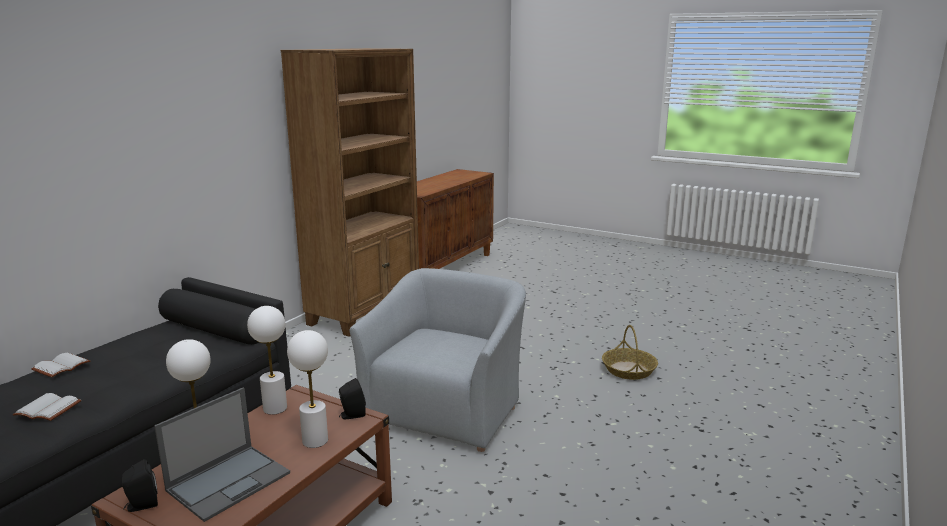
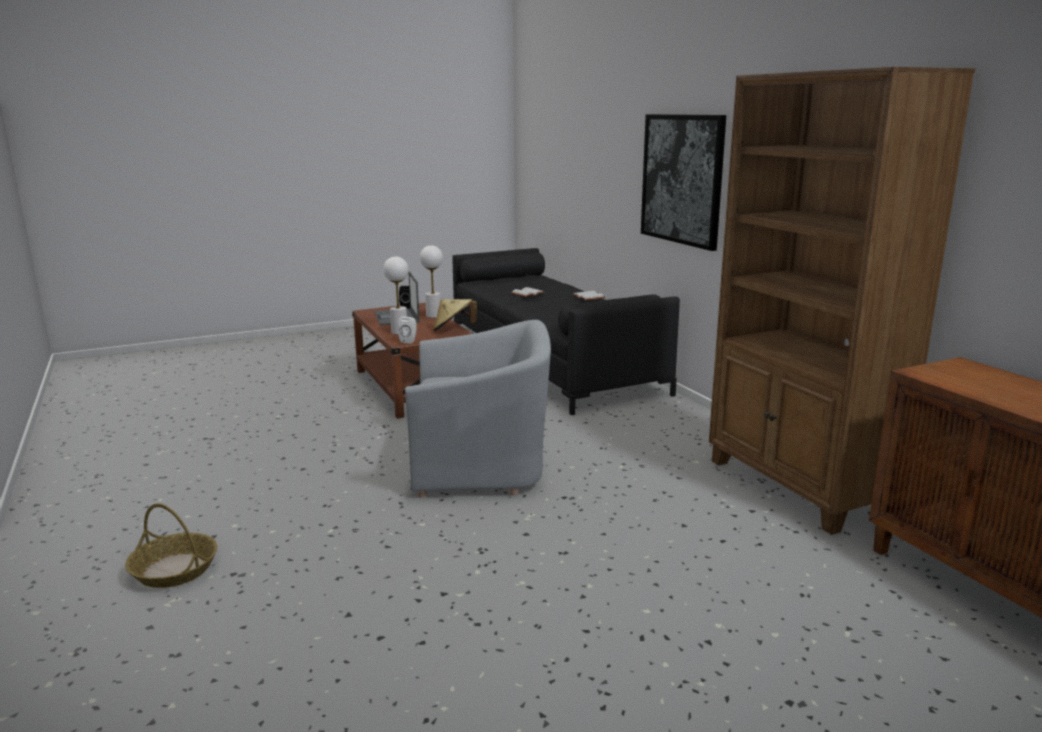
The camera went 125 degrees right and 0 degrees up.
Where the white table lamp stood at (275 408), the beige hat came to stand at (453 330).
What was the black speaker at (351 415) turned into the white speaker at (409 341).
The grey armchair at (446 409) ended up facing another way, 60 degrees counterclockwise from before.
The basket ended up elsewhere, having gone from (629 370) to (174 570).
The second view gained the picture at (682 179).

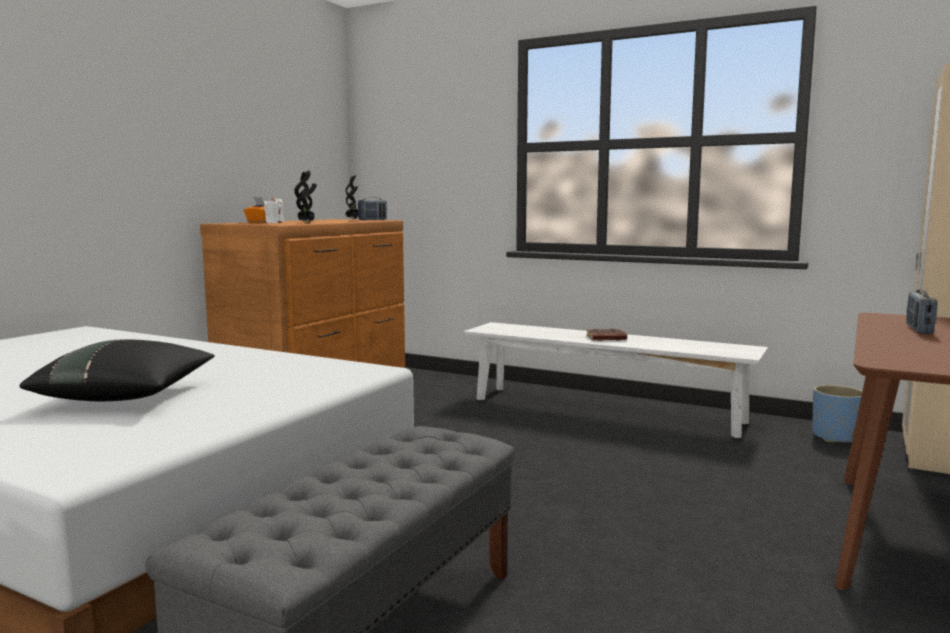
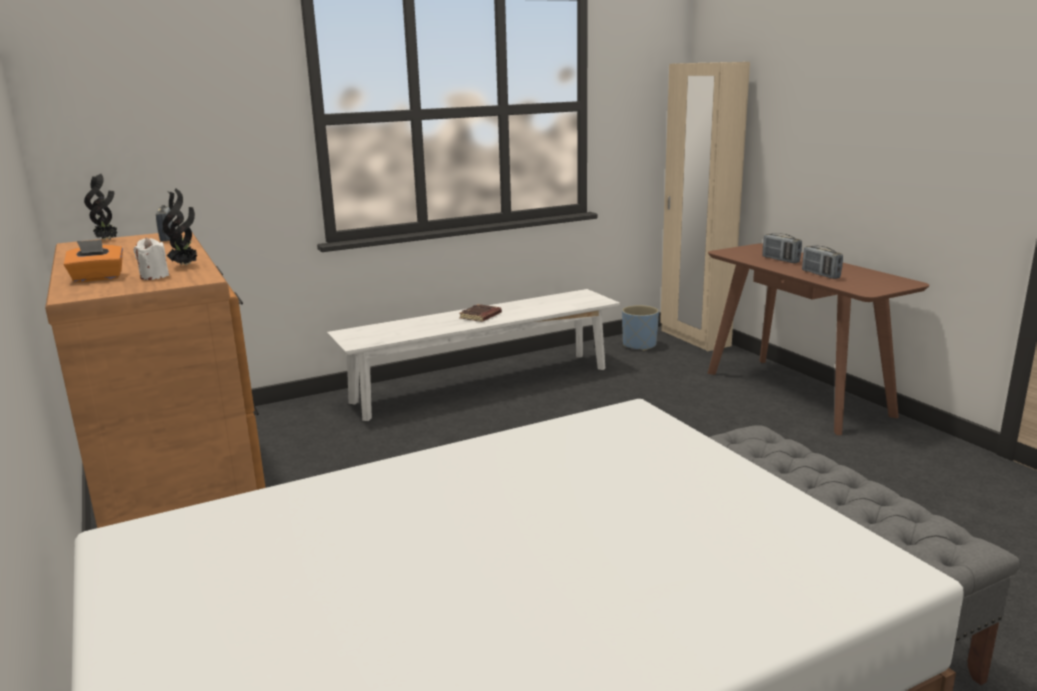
The camera went 55 degrees left and 10 degrees up.
The second view lost the black pillow at (128 396).
The second view gained the radio at (820 274).

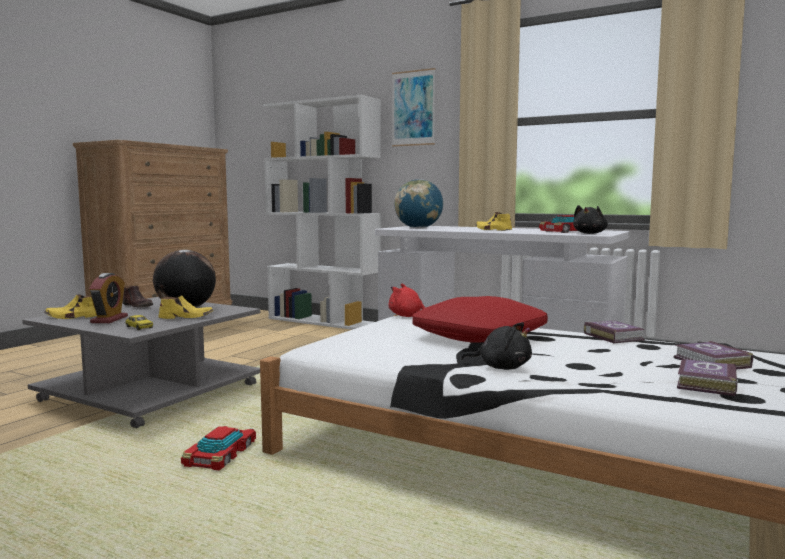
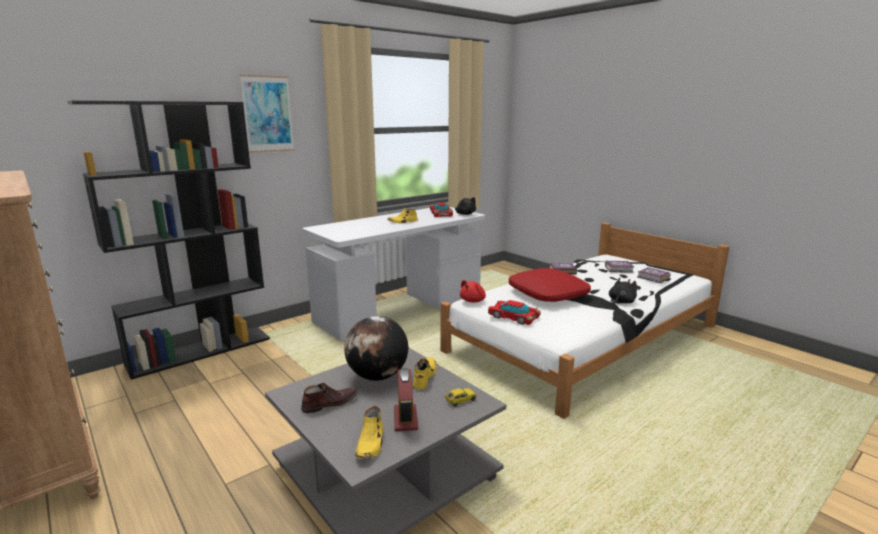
The camera went 70 degrees left and 10 degrees up.
The alarm clock at (109 319) ended up facing another way, 60 degrees clockwise from before.
The toy car ended up elsewhere, having gone from (221 455) to (513 317).
What was the white bookcase at (324 321) turned into the black bookcase at (201 350).
The second view lost the globe at (418 228).

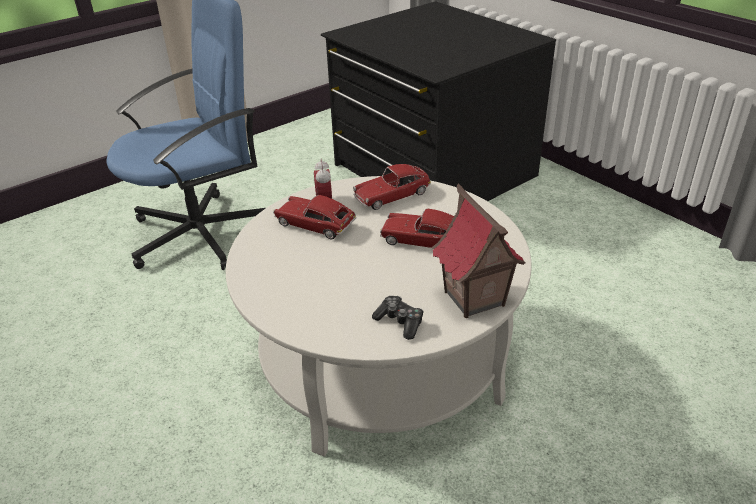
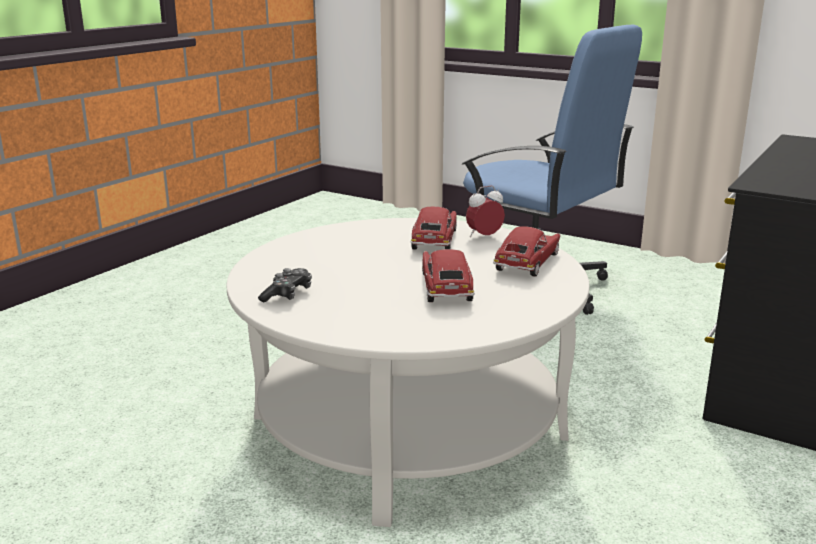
The camera went 70 degrees right and 15 degrees down.
The toy car at (392 195) ended up facing another way, 75 degrees clockwise from before.
The second view lost the toy house at (473 299).

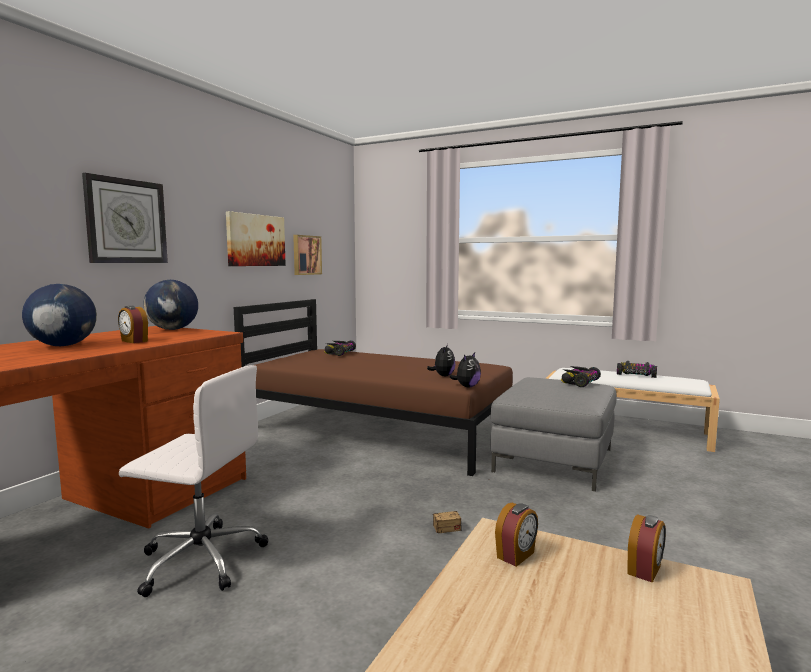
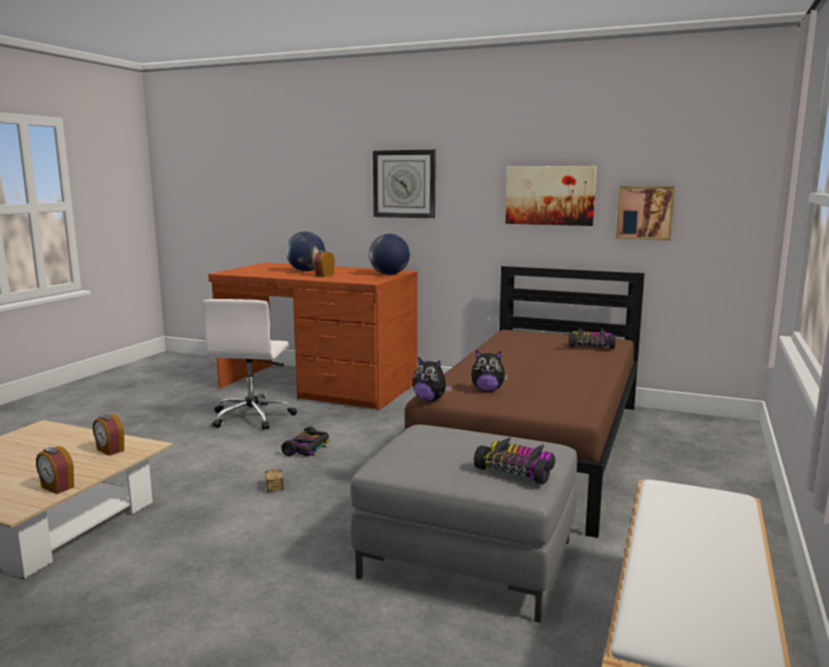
The camera went 85 degrees right and 5 degrees up.
The toy car ended up elsewhere, having gone from (636 374) to (307 449).

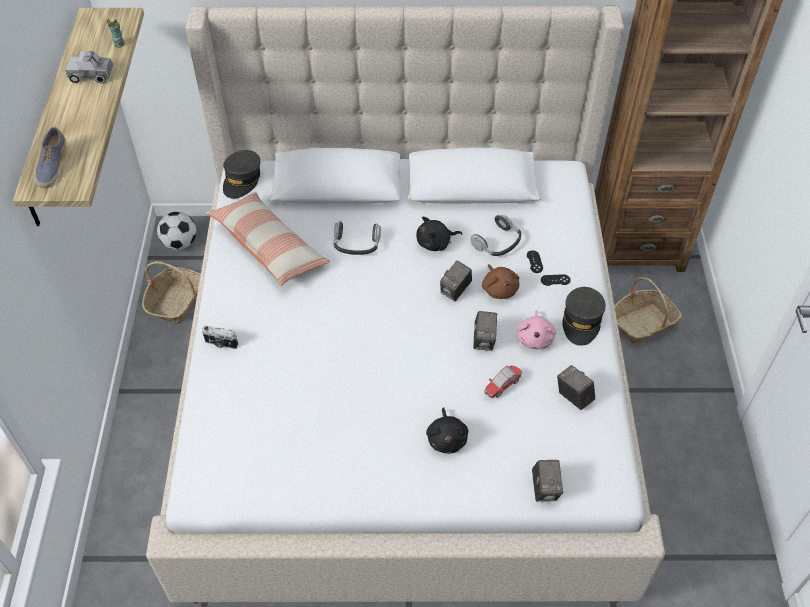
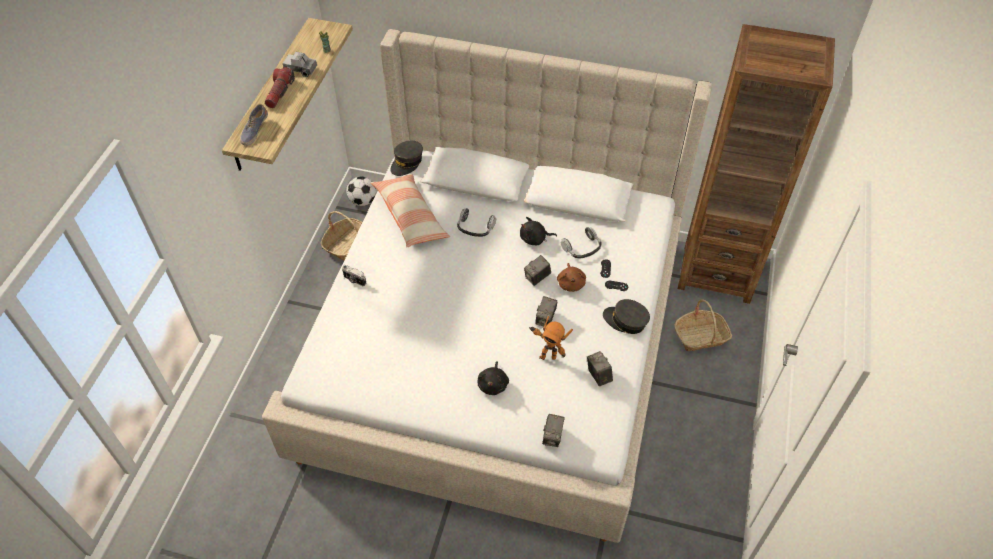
The camera went 15 degrees right and 0 degrees up.
Where the toy car stood at (502 386), the toy robot came to stand at (547 356).
The second view lost the pink plush toy at (535 338).
The grey cap at (582 321) ended up facing another way, 90 degrees clockwise from before.
The second view gained the flashlight at (280 93).

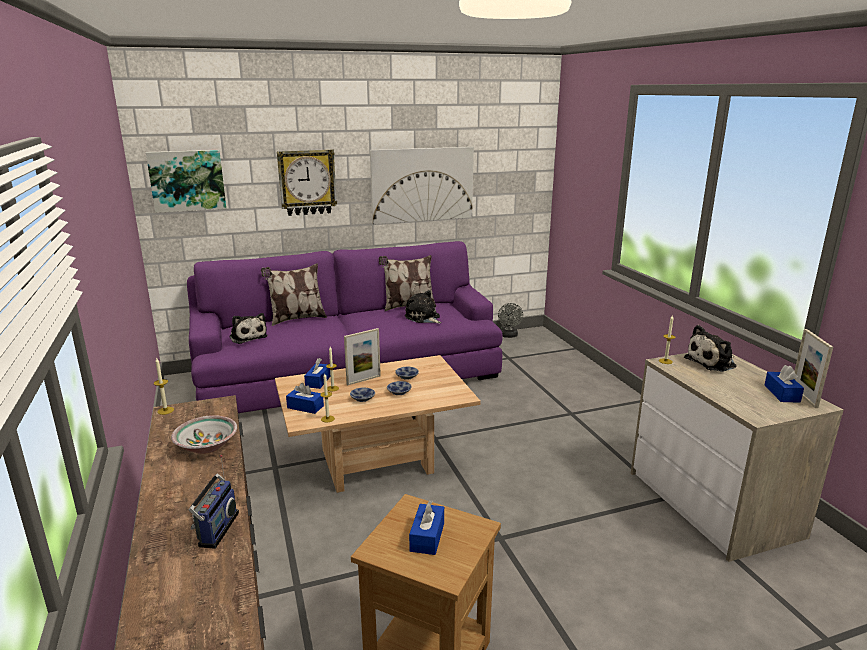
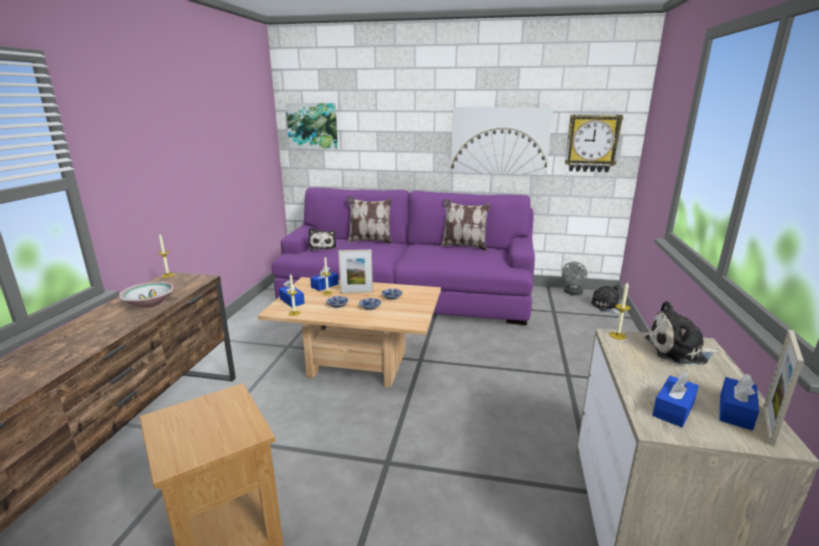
The camera went 30 degrees right and 0 degrees up.
The second view lost the radio at (216 529).
The wall clock ended up elsewhere, having gone from (307 182) to (592 143).
The plush toy ended up elsewhere, having gone from (423 318) to (607 307).
The blue tissue box ended up elsewhere, having gone from (427 537) to (673 409).

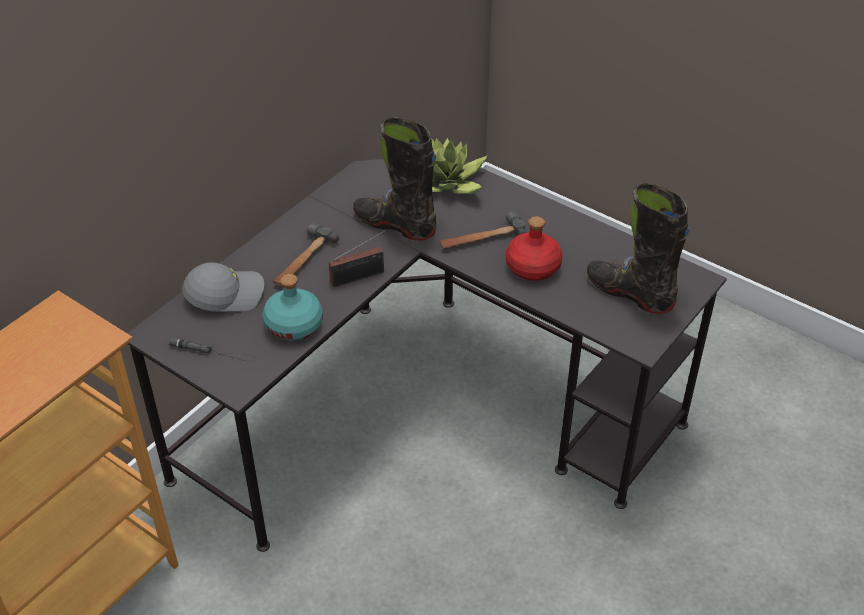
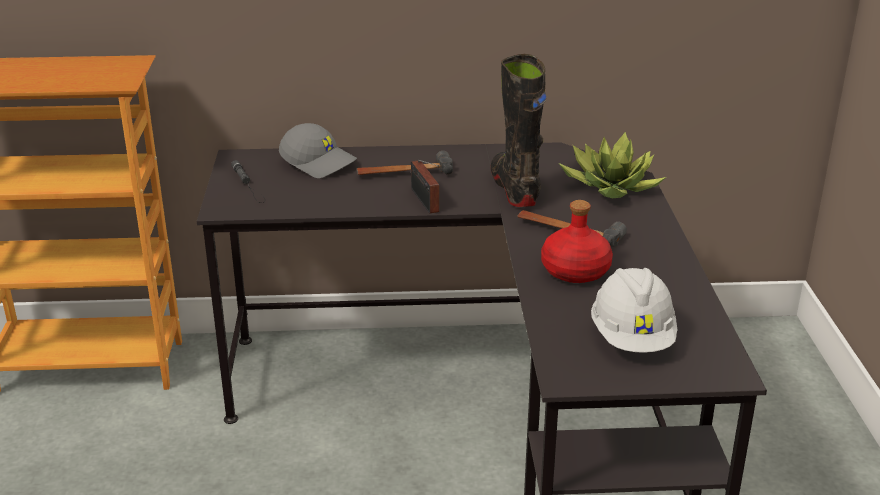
The camera went 50 degrees right and 15 degrees down.
The second view lost the turquoise bottle at (294 324).
The radio at (360 276) ended up facing another way, 45 degrees clockwise from before.
Where the black boot stood at (630 293), the white hard hat came to stand at (632 338).

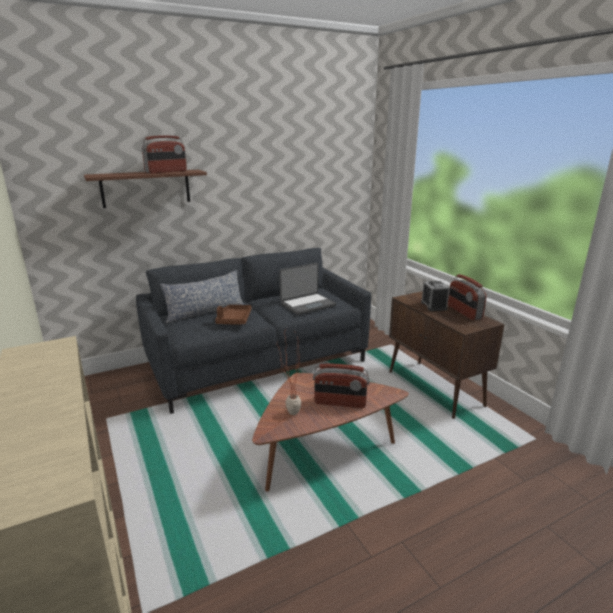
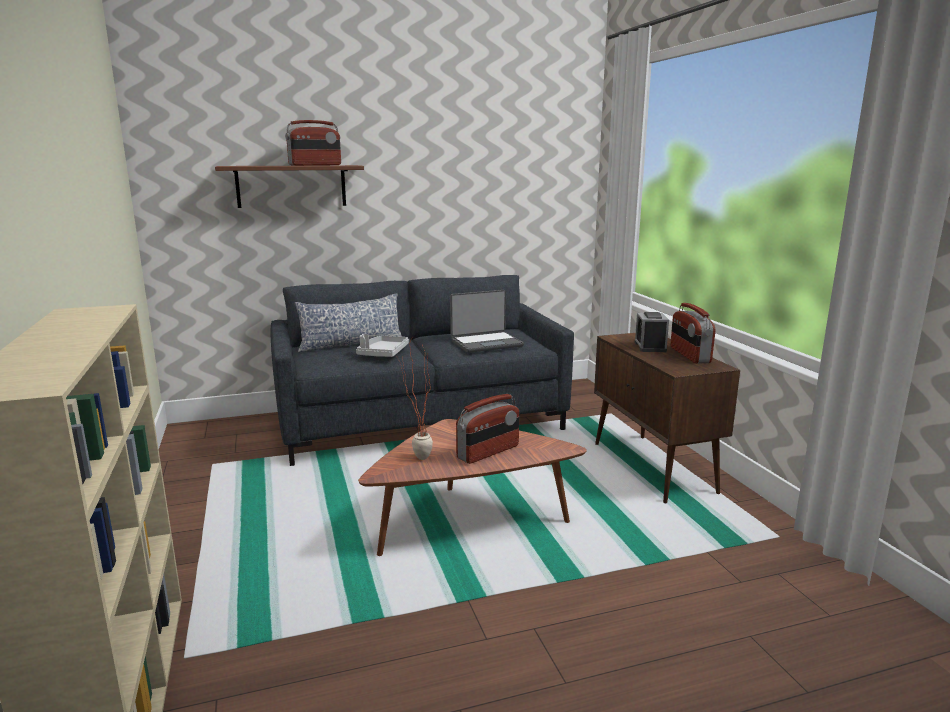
The camera went 10 degrees right and 5 degrees down.
What was the brown tray at (234 320) turned into the grey tray at (383 353).
The radio at (340 402) ended up facing another way, 60 degrees counterclockwise from before.

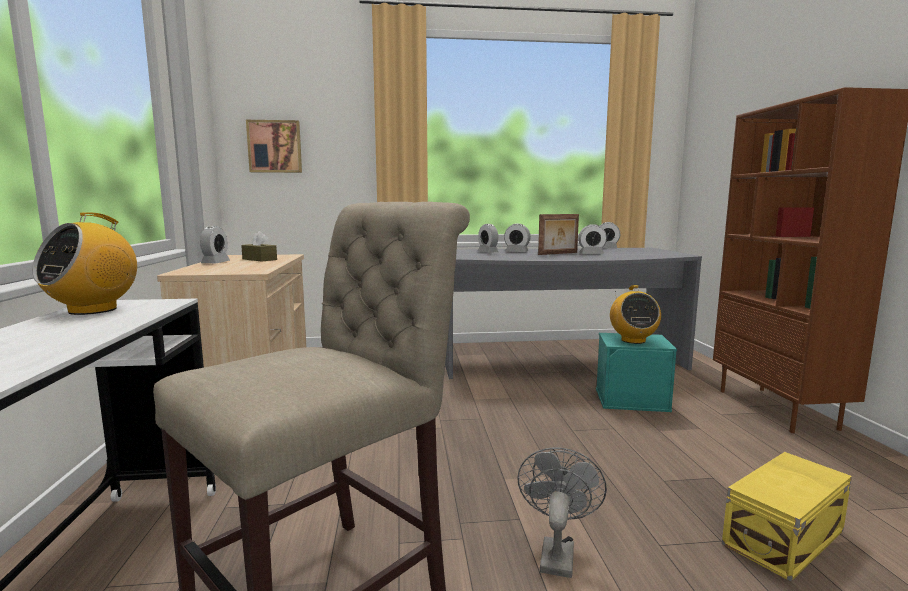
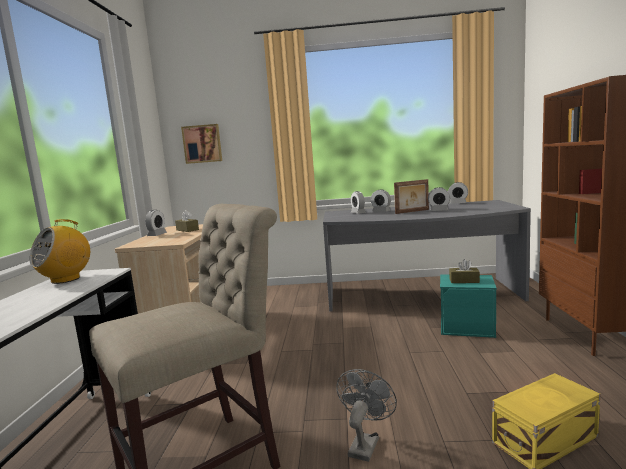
The camera went 10 degrees right and 0 degrees up.
Where the radio stood at (633 340), the brown tissue box came to stand at (464 281).

